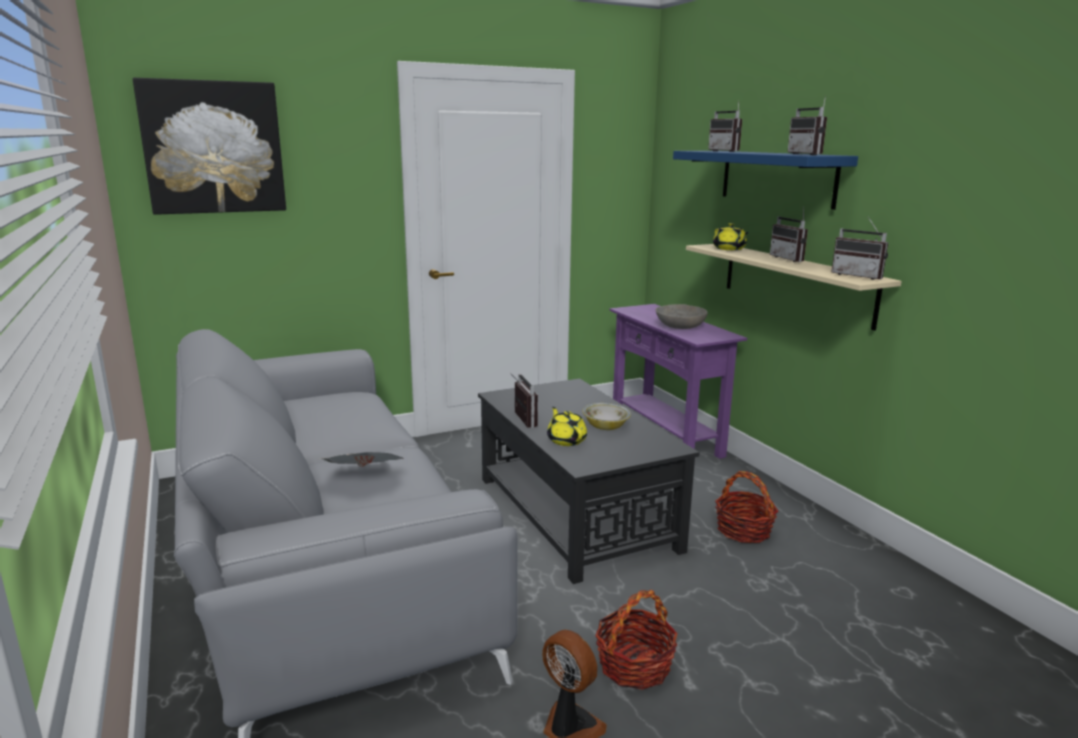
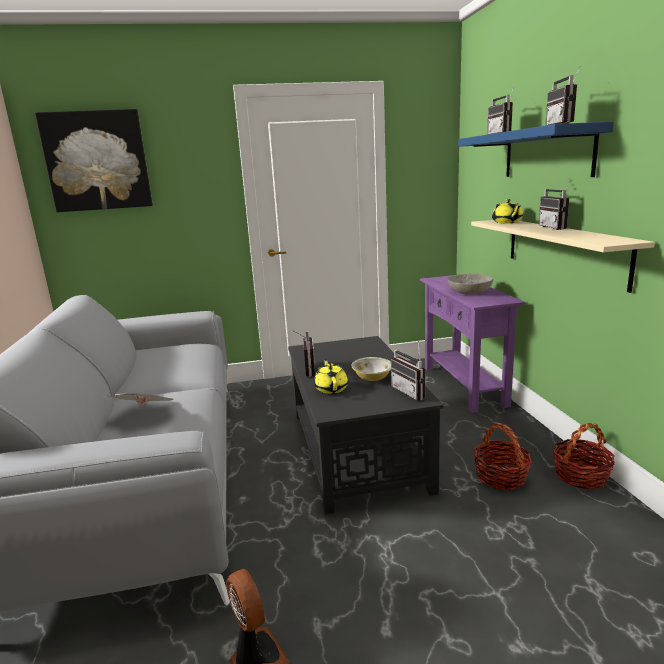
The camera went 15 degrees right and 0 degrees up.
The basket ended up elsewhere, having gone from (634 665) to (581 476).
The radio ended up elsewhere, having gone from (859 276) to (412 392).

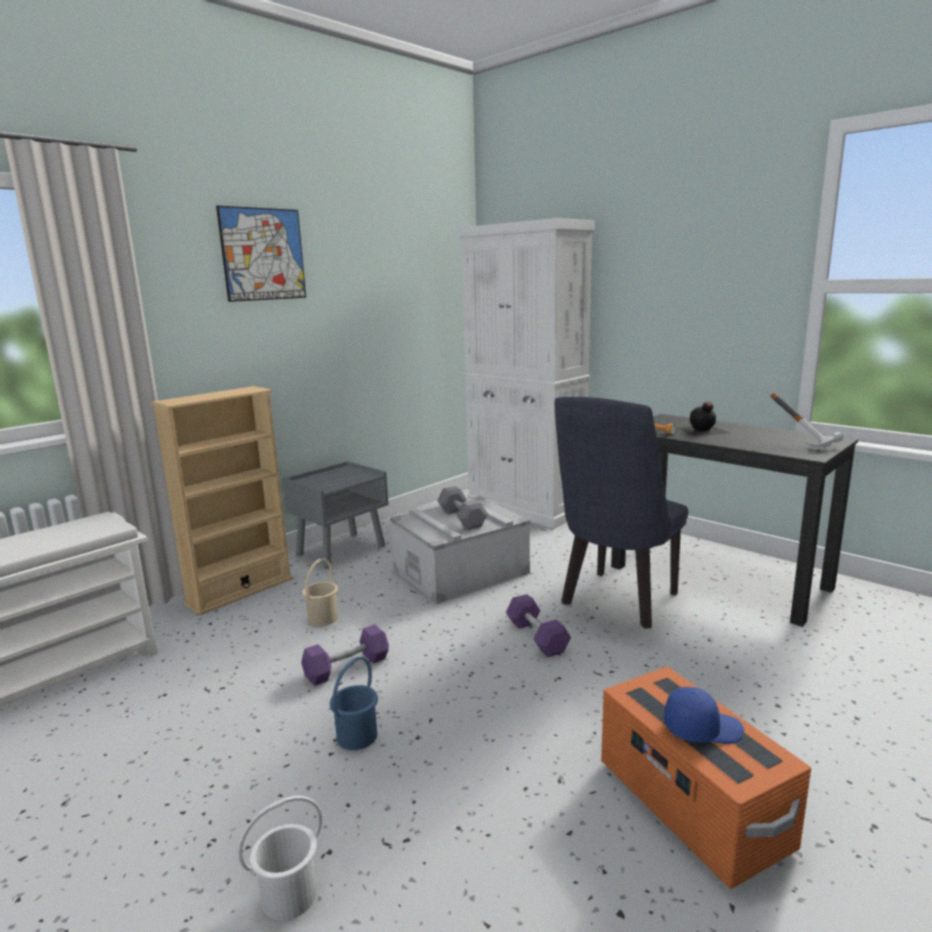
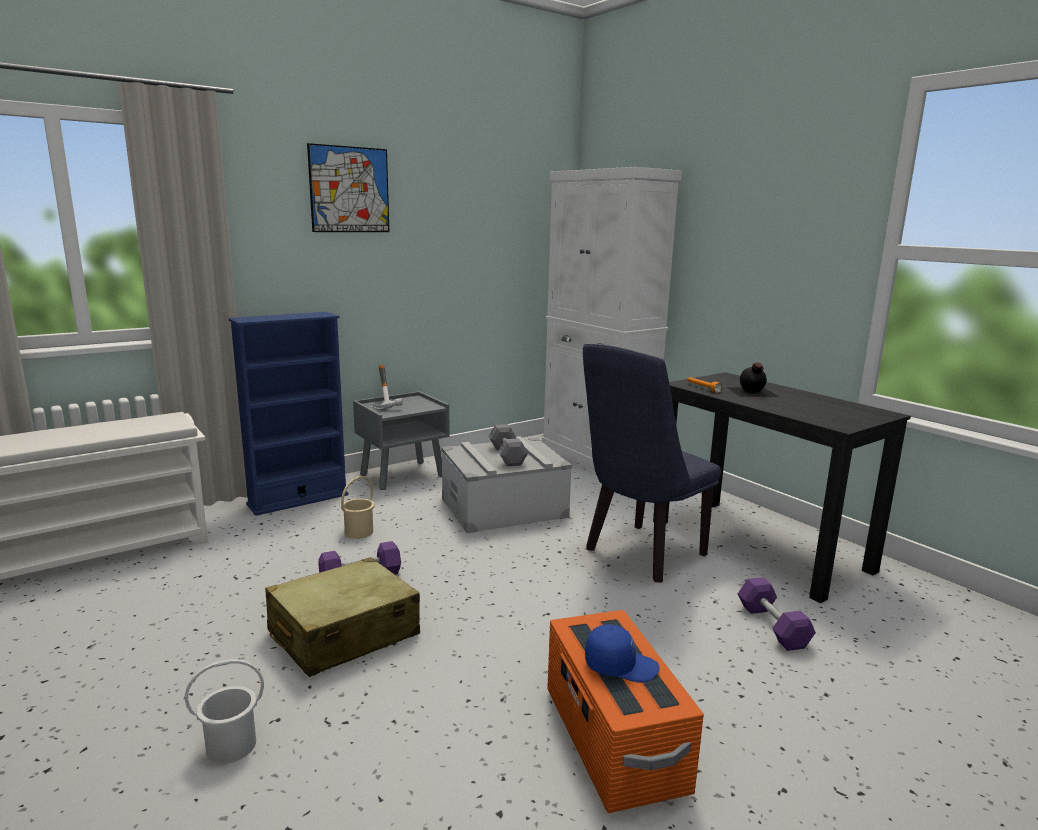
The camera went 10 degrees right and 0 degrees up.
What was the beige bookcase at (240 591) turned into the blue bookcase at (298 499).
Where the blue bucket stood at (357 736), the beige suitcase came to stand at (343 634).
The purple dumbbell ended up elsewhere, having gone from (537 637) to (772 626).
The hammer ended up elsewhere, having gone from (804 443) to (389 404).

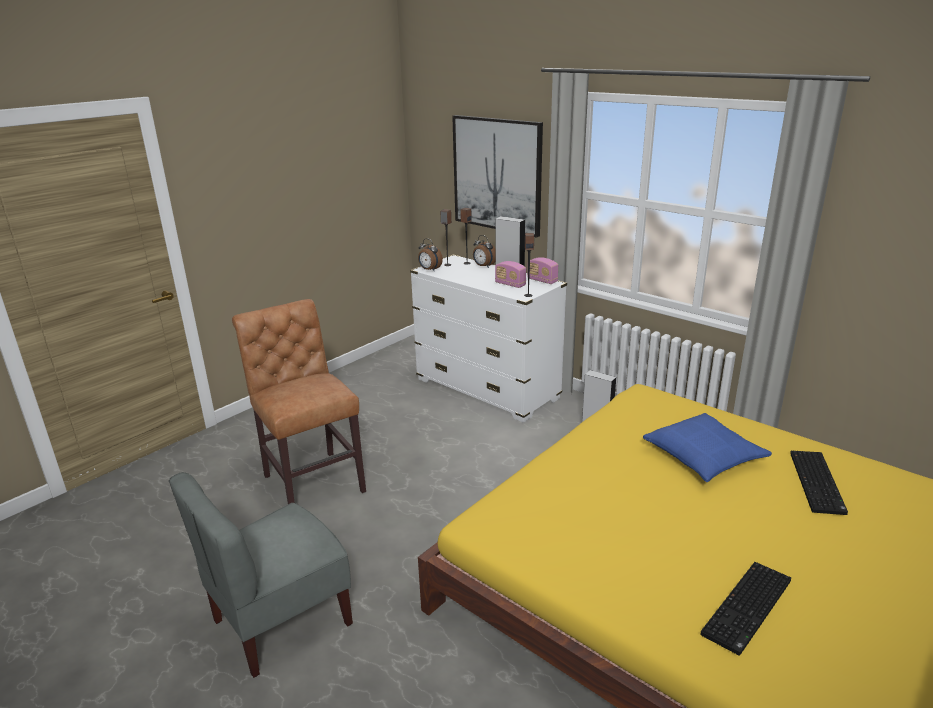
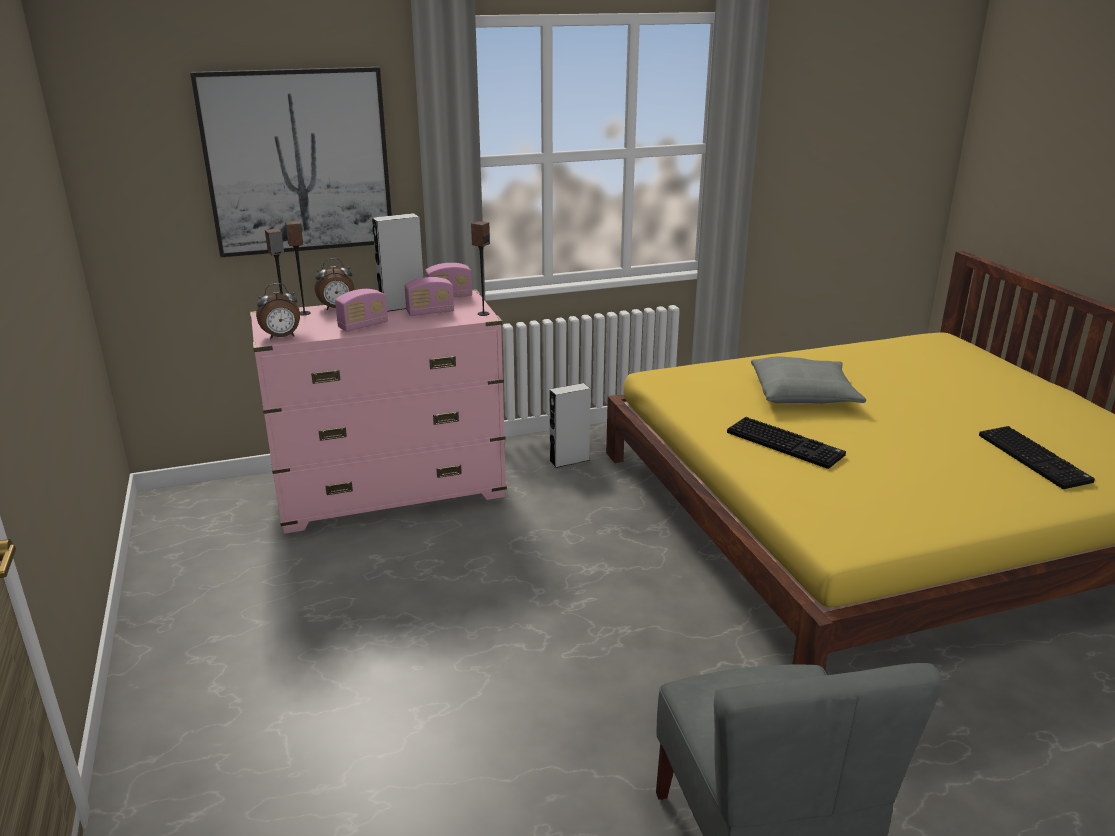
The camera went 60 degrees left and 0 degrees up.
The second view lost the brown chair at (311 481).
What was the white dresser at (487 389) turned into the pink dresser at (391 493).
What was the blue pillow at (704 456) turned into the grey pillow at (804 394).
The keyboard ended up elsewhere, having gone from (818 483) to (786 444).
The second view gained the radio at (363 326).

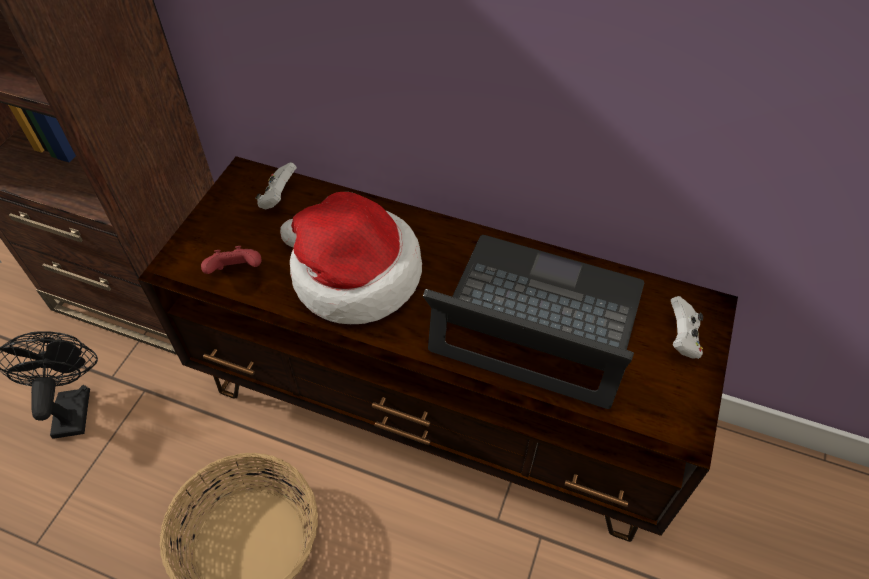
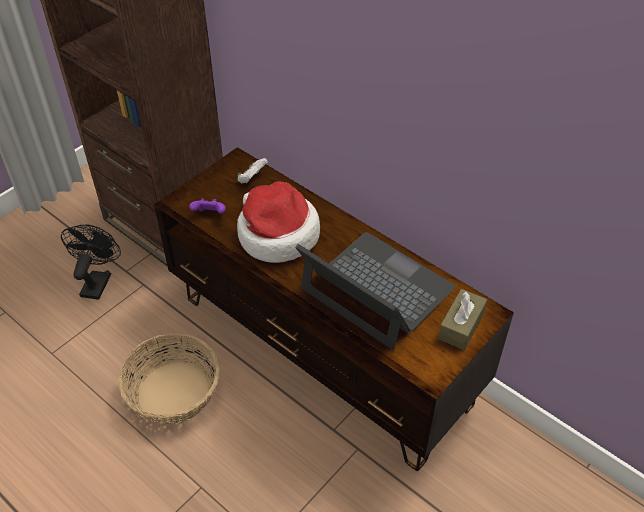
The camera went 20 degrees right and 5 degrees down.
What was the red game controller at (236 271) turned into the purple game controller at (210 215).
Where the white game controller stood at (682 339), the brown tissue box came to stand at (461 326).

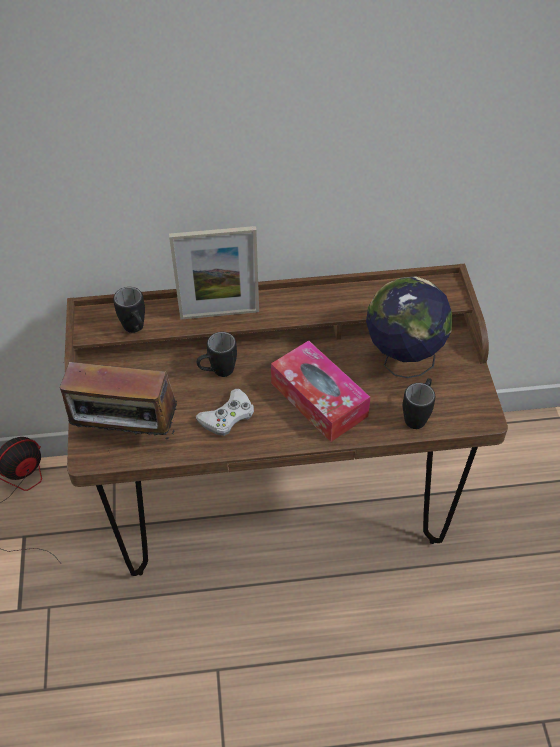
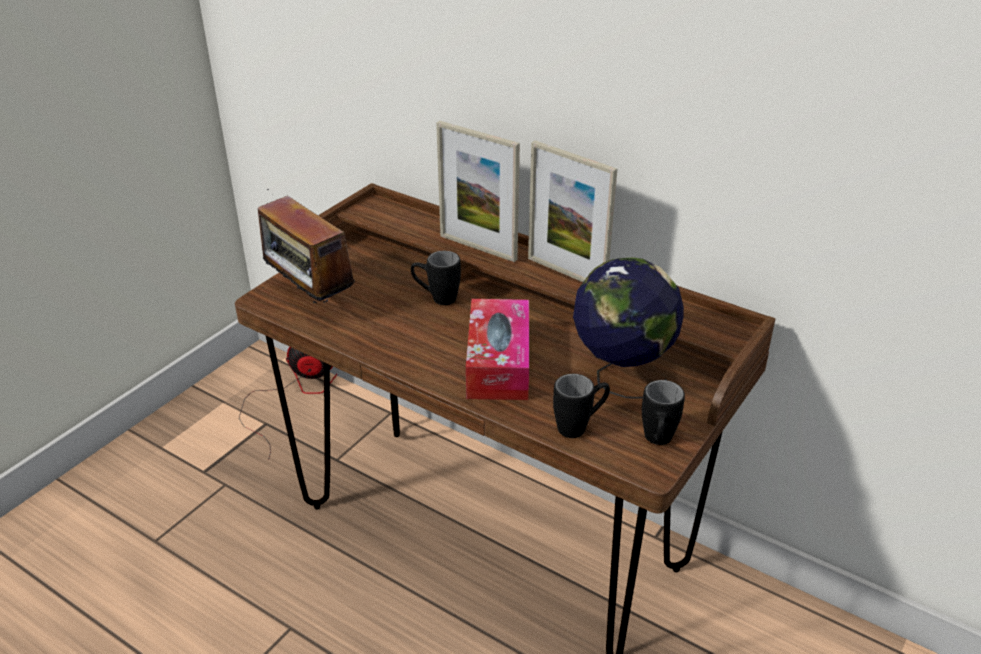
The camera went 40 degrees right and 15 degrees down.
The black mug ended up elsewhere, having gone from (136 330) to (657 442).
The second view lost the white game controller at (227 416).
The second view gained the picture frame at (566 273).

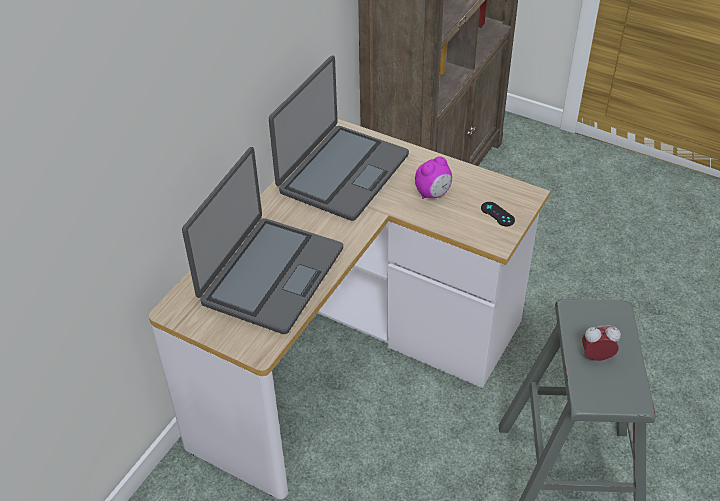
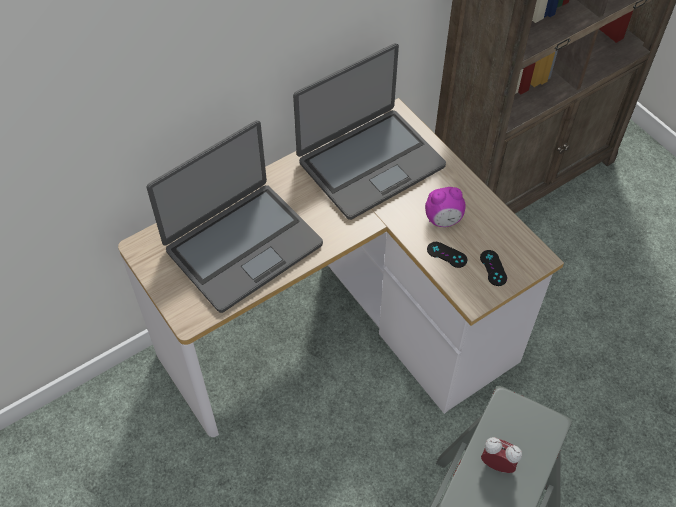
The camera went 25 degrees right and 10 degrees up.
The second view gained the black game controller at (447 255).

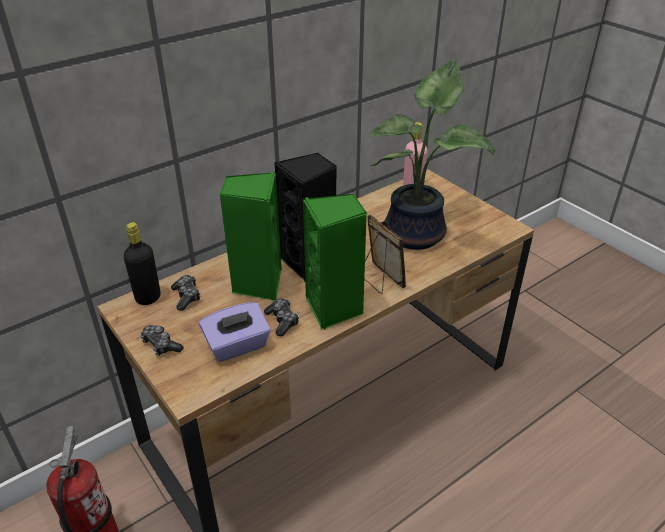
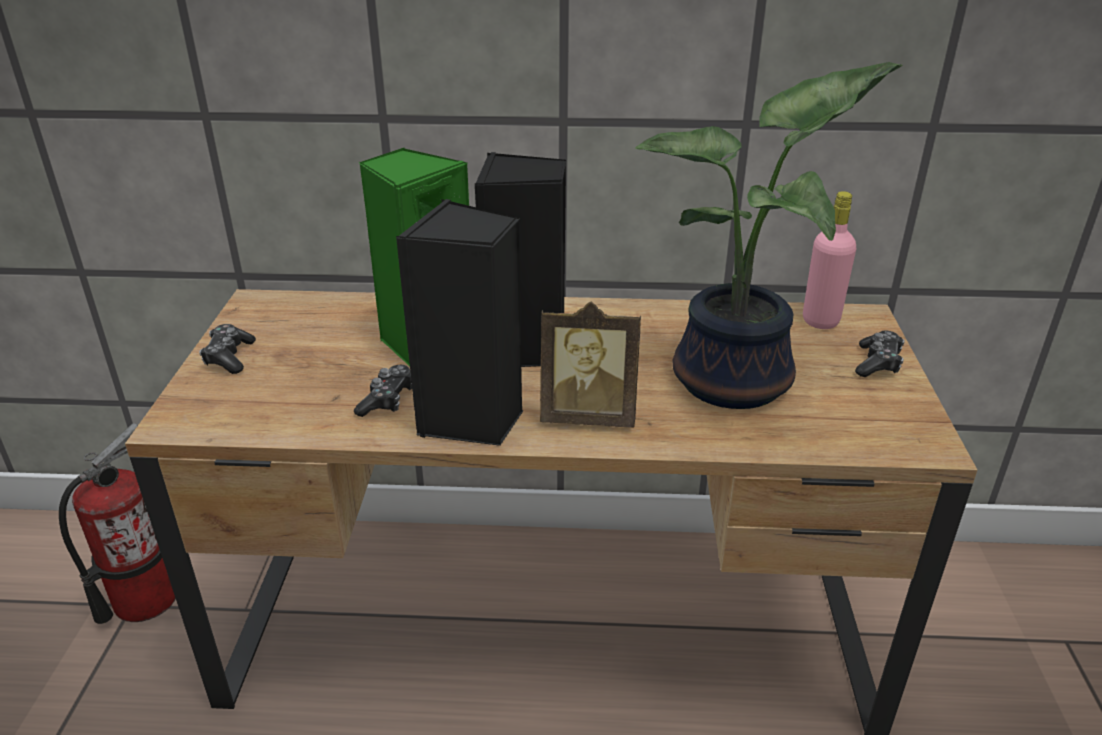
The camera went 40 degrees right and 5 degrees down.
The second view lost the black bottle at (148 297).
The game controller ended up elsewhere, having gone from (186 296) to (878 363).
The second view lost the purple tissue box at (237 346).
What was the green speaker at (335 309) turned into the black speaker at (472 420).
The picture frame at (380 280) ended up facing another way, 90 degrees clockwise from before.

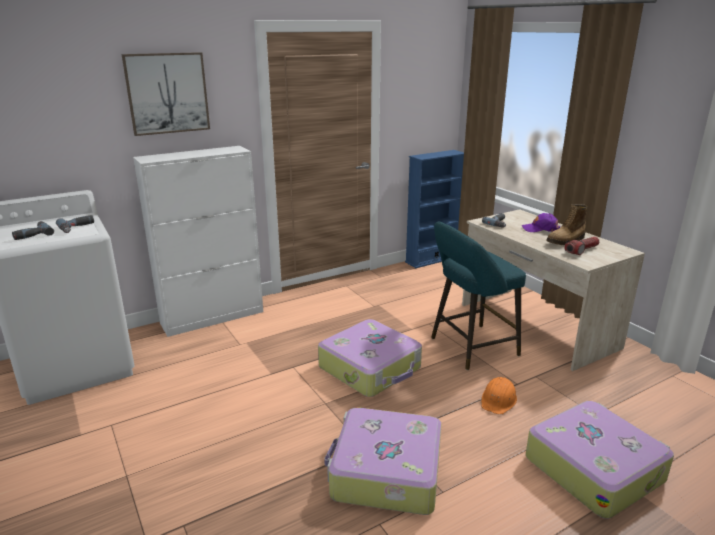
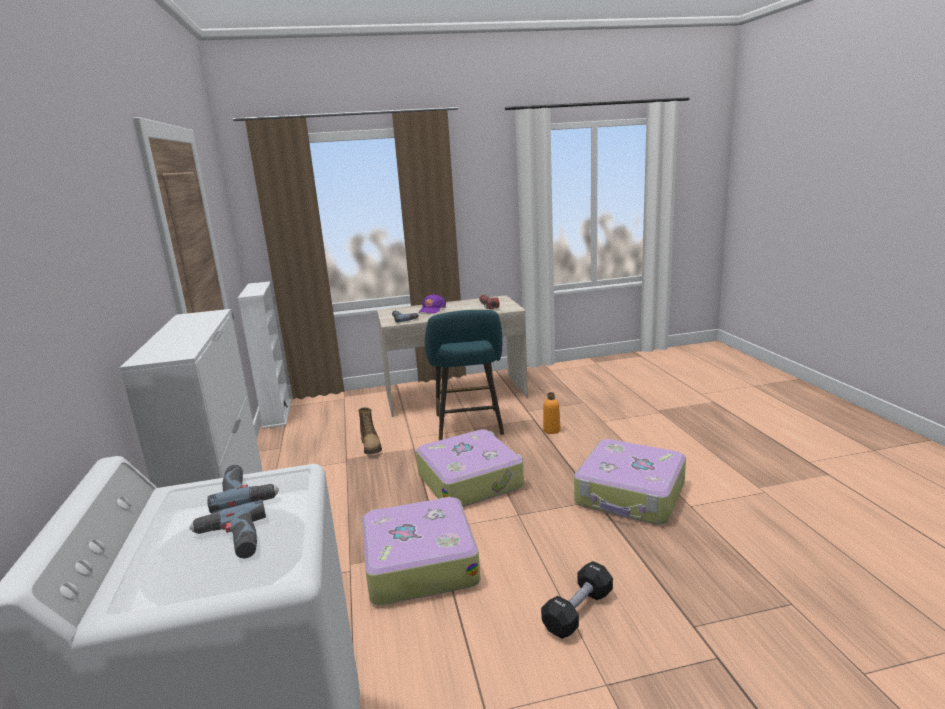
The camera went 70 degrees left and 5 degrees down.
The second view lost the picture at (167 93).
What was the blue bookcase at (431 259) turned into the white bookcase at (277 414).
Where the orange hard hat stood at (498 400), the orange bottle came to stand at (551 430).
The suitcase ended up elsewhere, having gone from (593 468) to (419 563).
The boot ended up elsewhere, having gone from (566 241) to (371 446).
The second view gained the black dumbbell at (578 611).

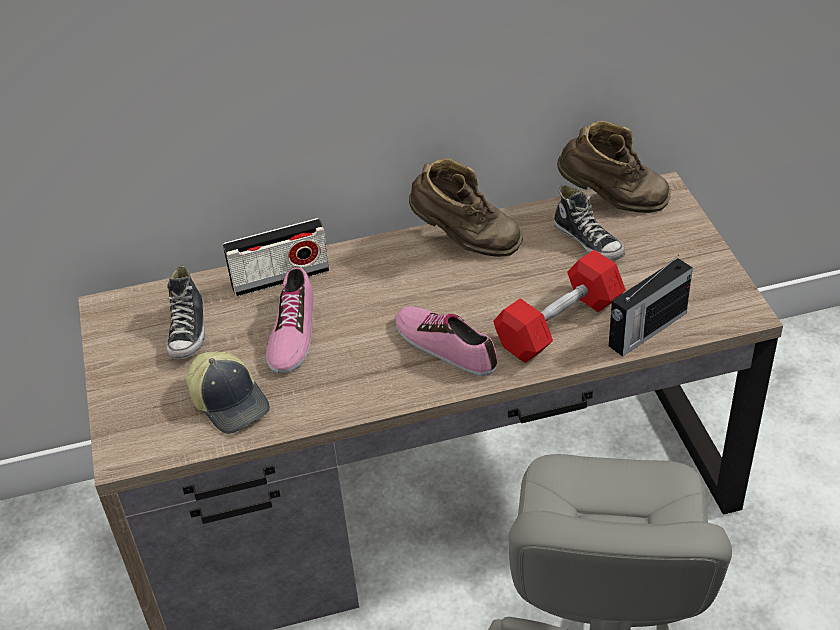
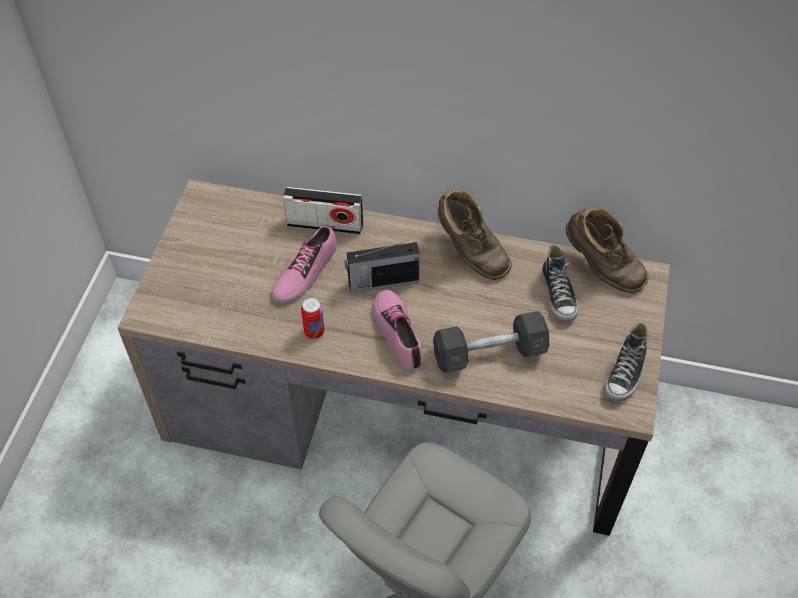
The camera went 25 degrees right and 10 degrees up.
The shoe ended up elsewhere, having gone from (188 332) to (625 374).
The second view lost the cap at (230 401).
What was the red dumbbell at (559 324) turned into the grey dumbbell at (489 353).
The radio ended up elsewhere, having gone from (646 330) to (382 282).
The second view gained the can at (314 332).

